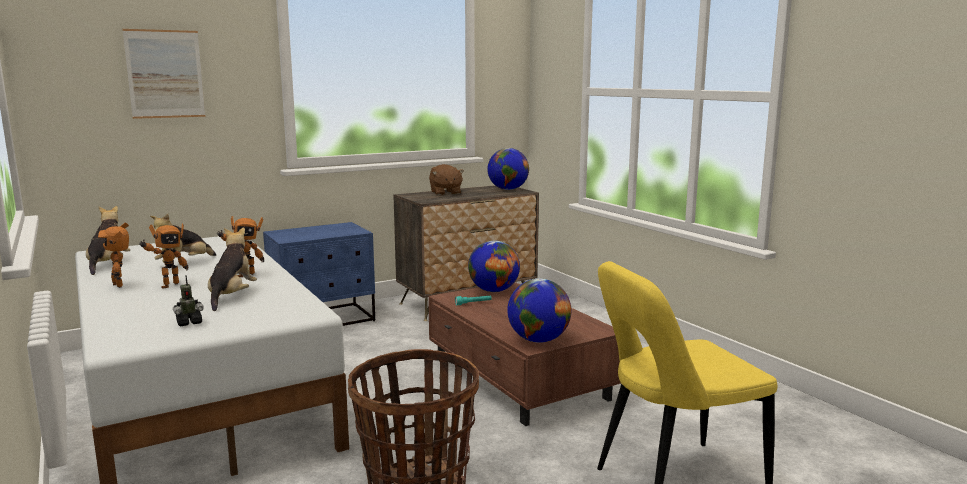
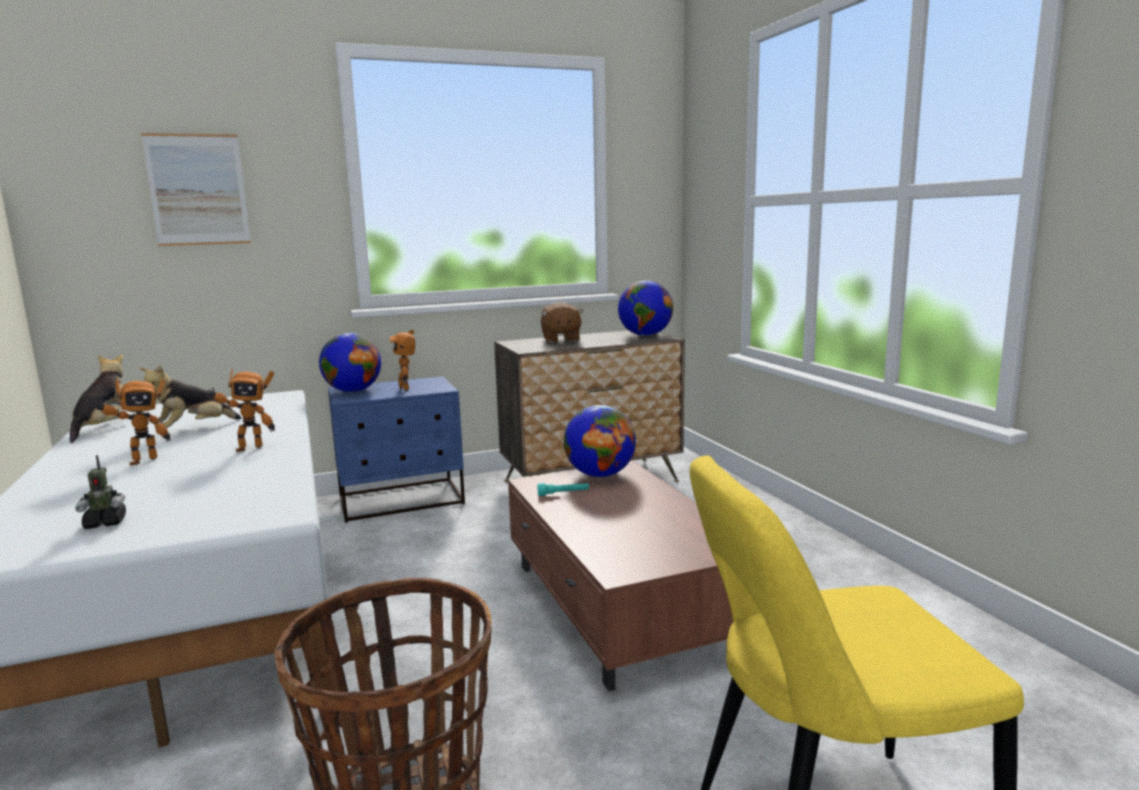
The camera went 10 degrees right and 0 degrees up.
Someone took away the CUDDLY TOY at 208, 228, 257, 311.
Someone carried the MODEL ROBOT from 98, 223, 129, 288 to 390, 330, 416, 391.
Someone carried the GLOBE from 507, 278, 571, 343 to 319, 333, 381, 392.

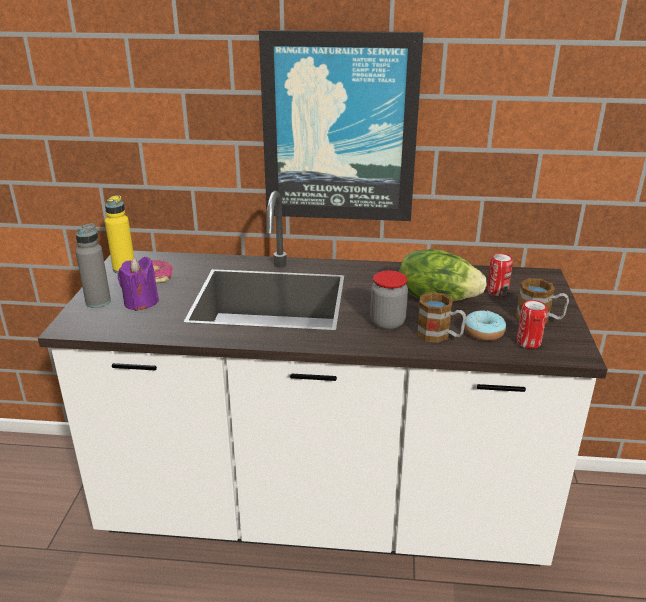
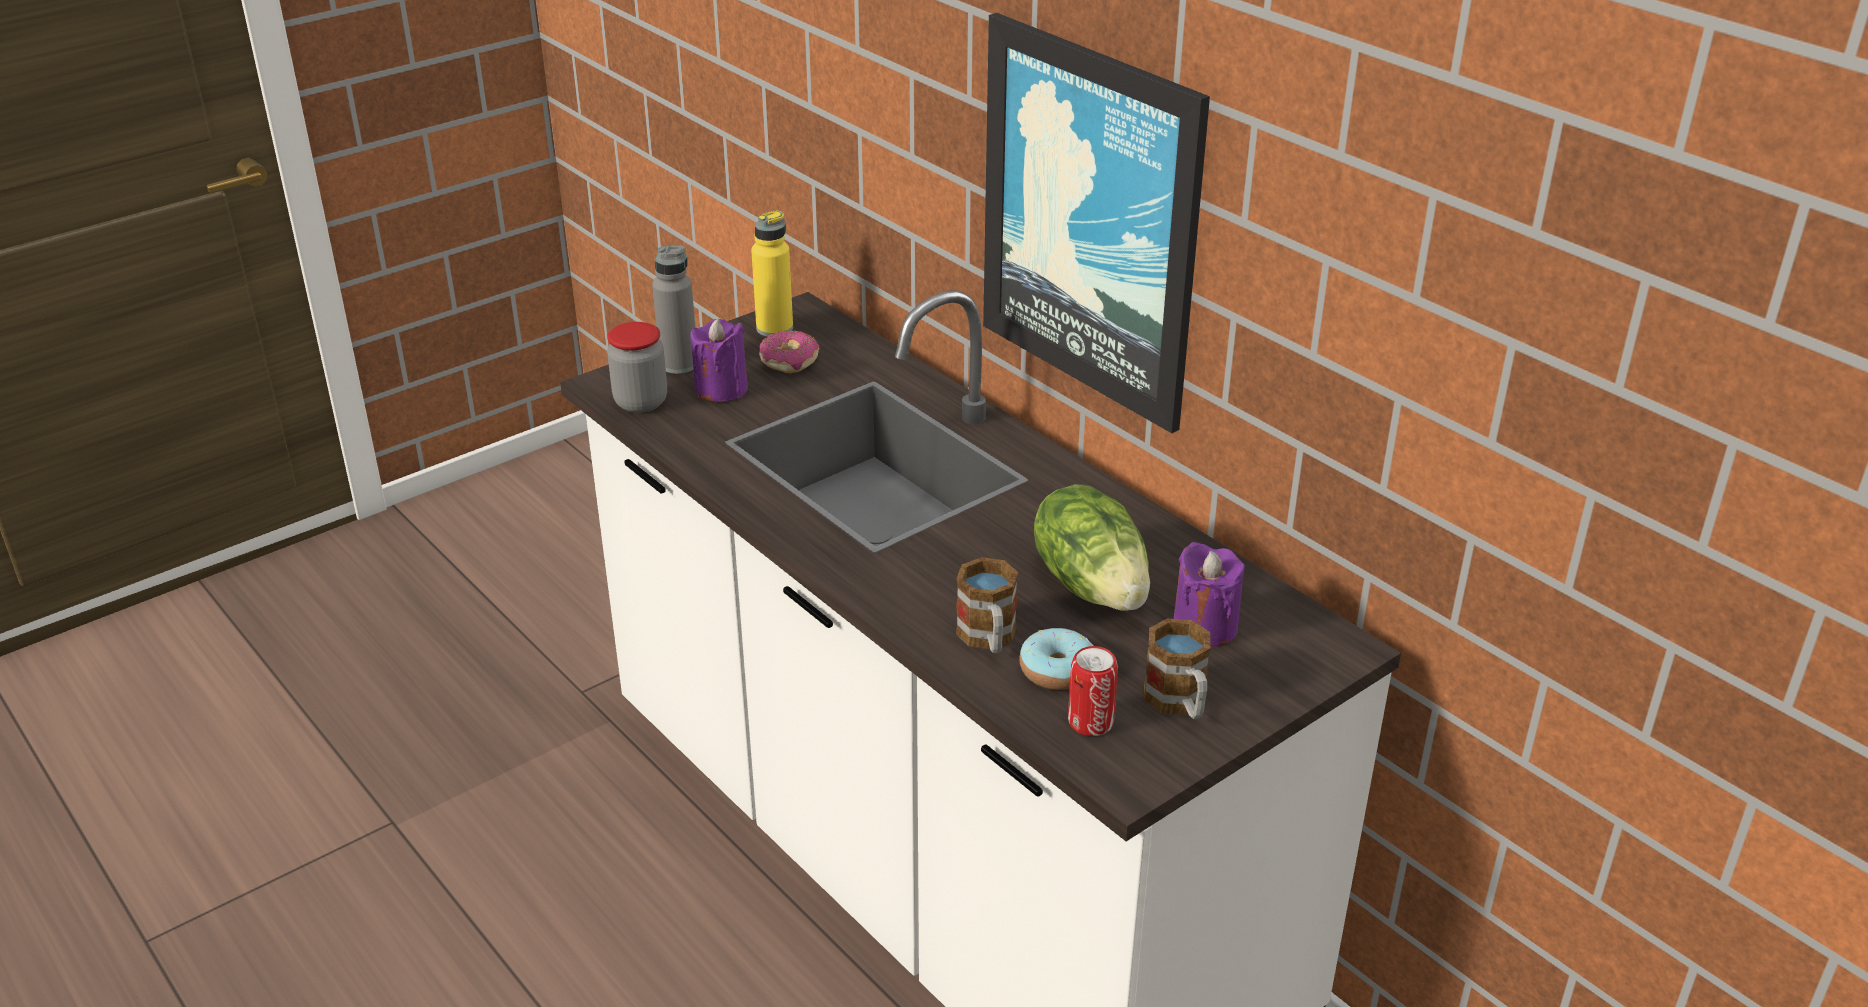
The camera went 45 degrees right and 5 degrees up.
Someone carried the STORAGE JAR from 370, 270, 408, 330 to 607, 322, 667, 413.
Someone swapped the SEALED CAN at 487, 253, 513, 296 for the PURPLE-COLOURED WAX CANDLE at 1174, 542, 1245, 647.

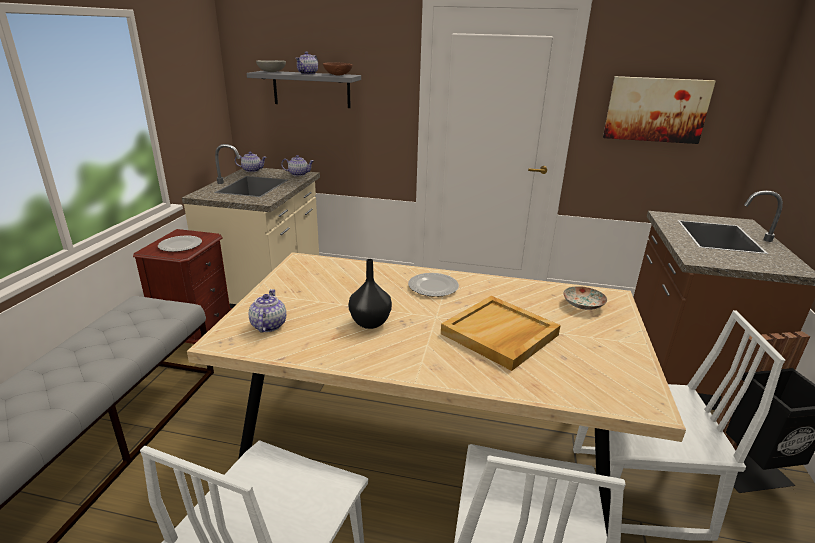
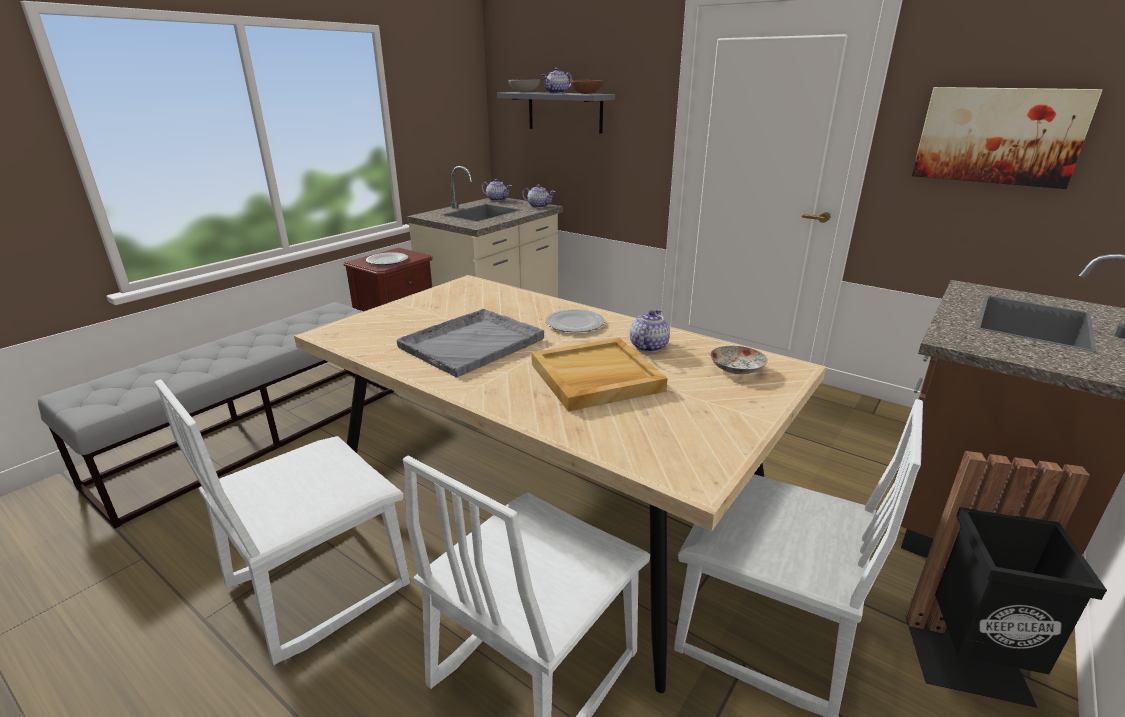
The camera went 25 degrees right and 0 degrees up.
Someone carried the POT FOR TEA from 248, 289, 286, 333 to 630, 309, 670, 352.
Someone swapped the BLACK-COLOURED FLOWER VASE at 349, 259, 392, 329 for the GRAY CARRYING TRAY at 397, 309, 544, 377.

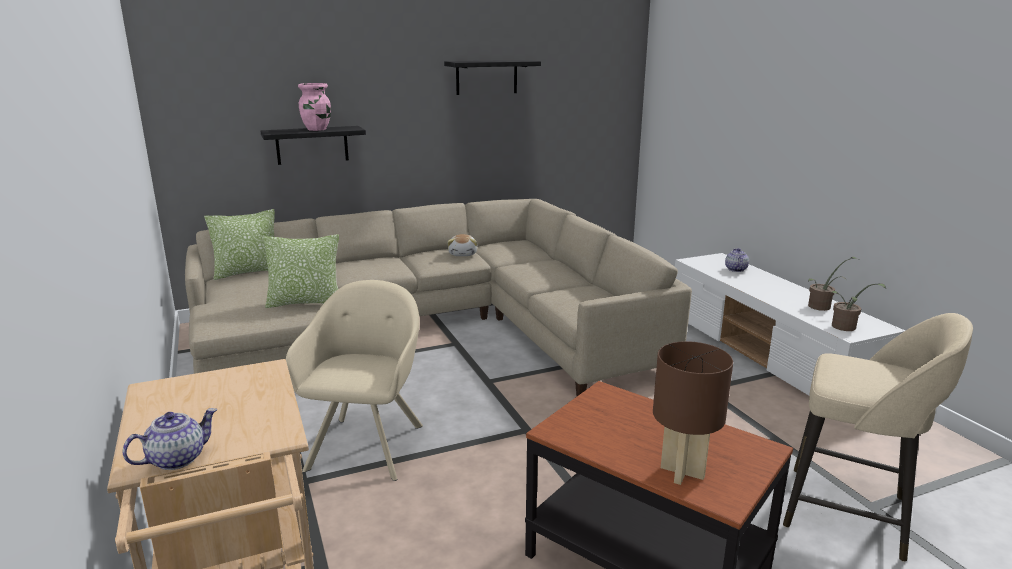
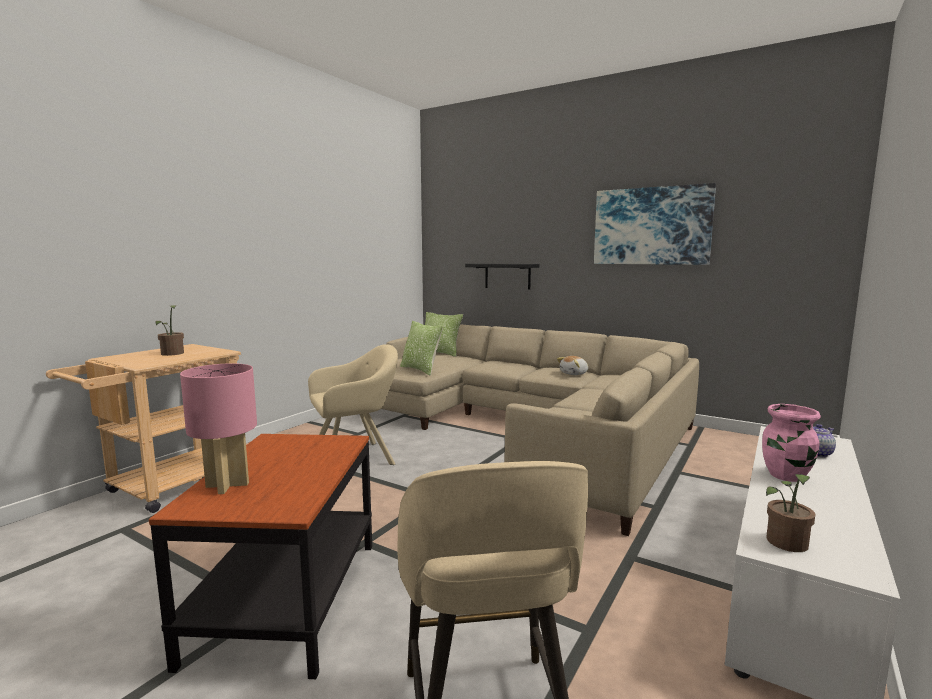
The camera went 55 degrees right and 10 degrees down.
Someone took away the POT FOR TEA at 123, 408, 217, 470.
Someone carried the PINK-COLOURED FLOWER VASE from 298, 83, 331, 131 to 762, 404, 821, 482.
Someone carried the HOUSEPLANT from 808, 257, 858, 311 to 156, 305, 184, 356.
Someone swapped the BLACK-COLOURED BRACKET SHELF at 444, 60, 541, 95 for the WALL ART at 594, 183, 716, 265.
Someone repainted the BROWN TABLETOP LAMP at 653, 341, 733, 485, which became the PINK-COLOURED TABLETOP LAMP at 180, 363, 257, 494.

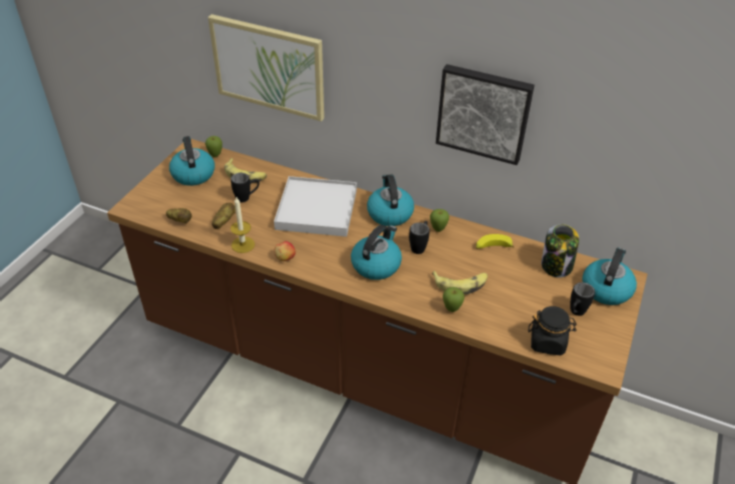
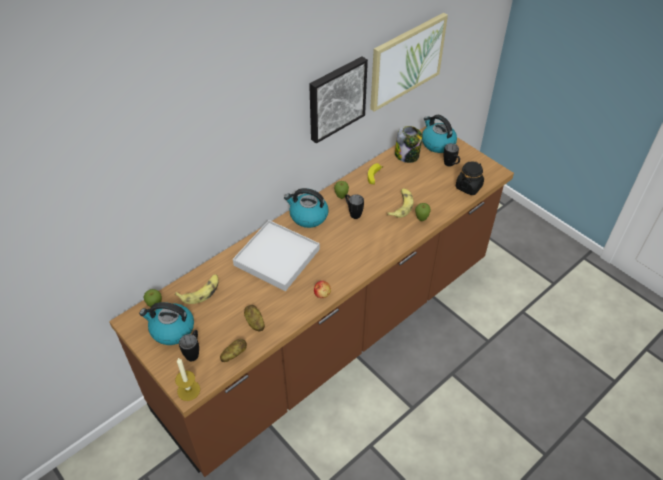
The camera went 65 degrees left and 5 degrees up.
Someone took away the KETTLE at 351, 225, 402, 280.
Someone carried the WALL ART from 208, 14, 324, 121 to 370, 13, 448, 112.
Someone carried the WAX CANDLE from 230, 197, 255, 253 to 175, 358, 200, 401.
Someone carried the BLACK-COLOURED TEA MUG from 231, 173, 259, 203 to 179, 330, 199, 361.

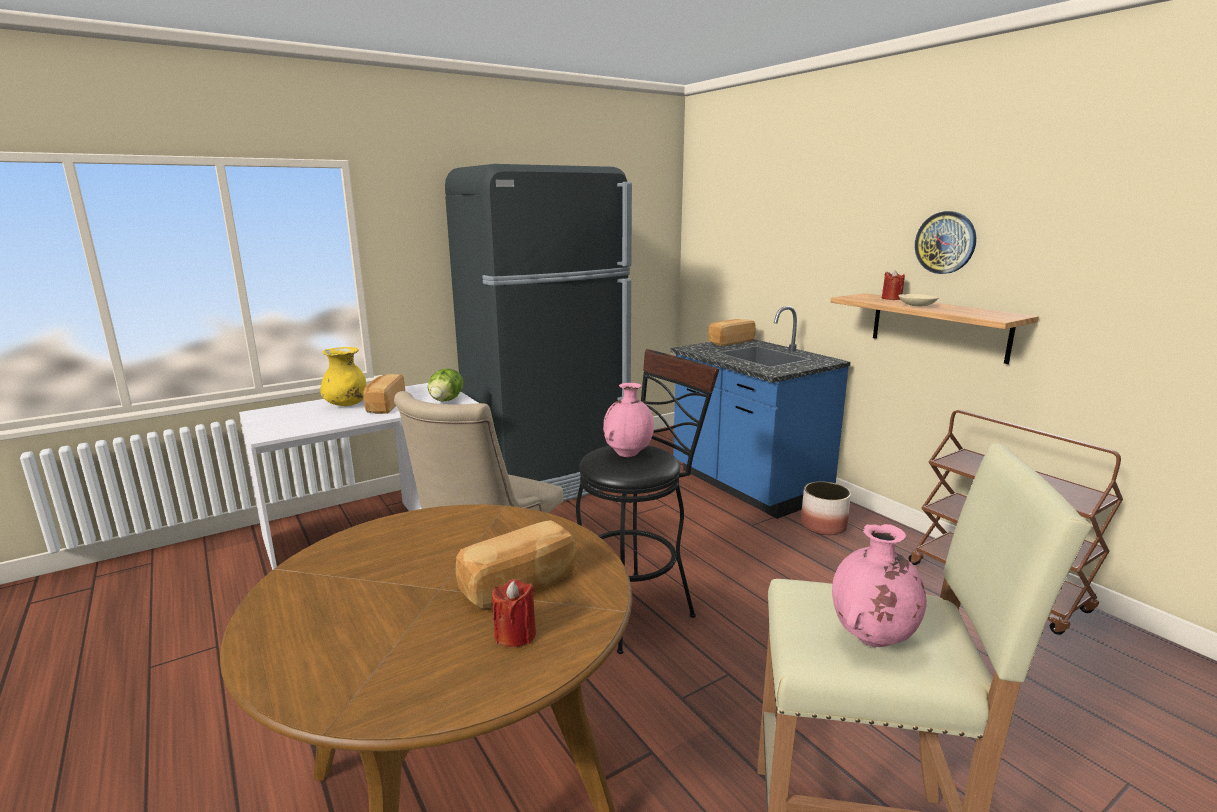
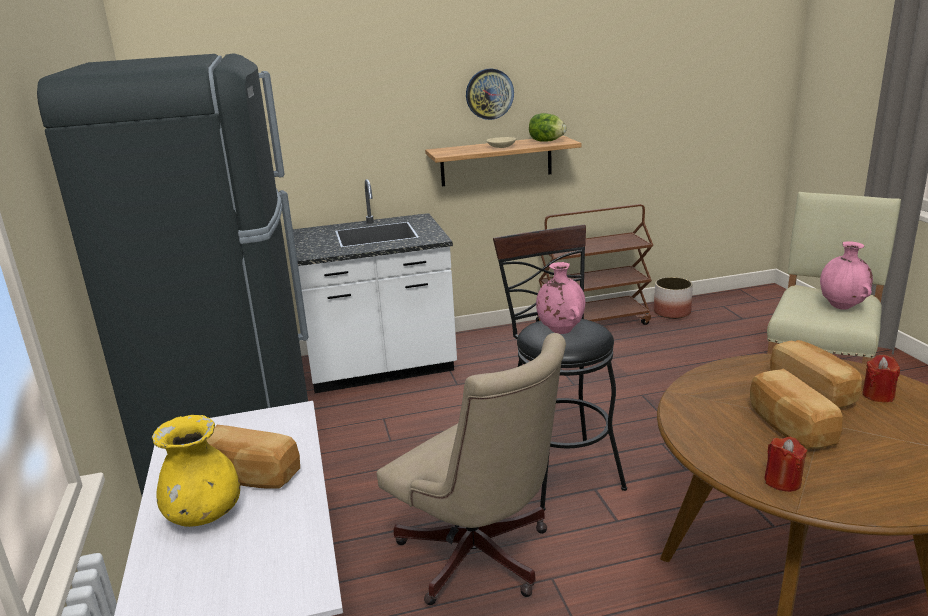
The camera went 70 degrees left and 5 degrees up.
Someone carried the HEAD OF LETTUCE from 428, 369, 464, 402 to 529, 113, 567, 142.
Someone carried the BAKERY BREAD from 708, 319, 756, 346 to 750, 369, 843, 449.
Someone carried the PLANT POT from 801, 482, 851, 535 to 654, 277, 693, 319.
Someone carried the RED WAX CANDLE from 882, 270, 905, 300 to 764, 437, 807, 492.
Someone repainted the BLUISH KITCHEN BASE UNIT at 670, 306, 851, 519, which became the WHITISH KITCHEN BASE UNIT at 293, 179, 457, 393.

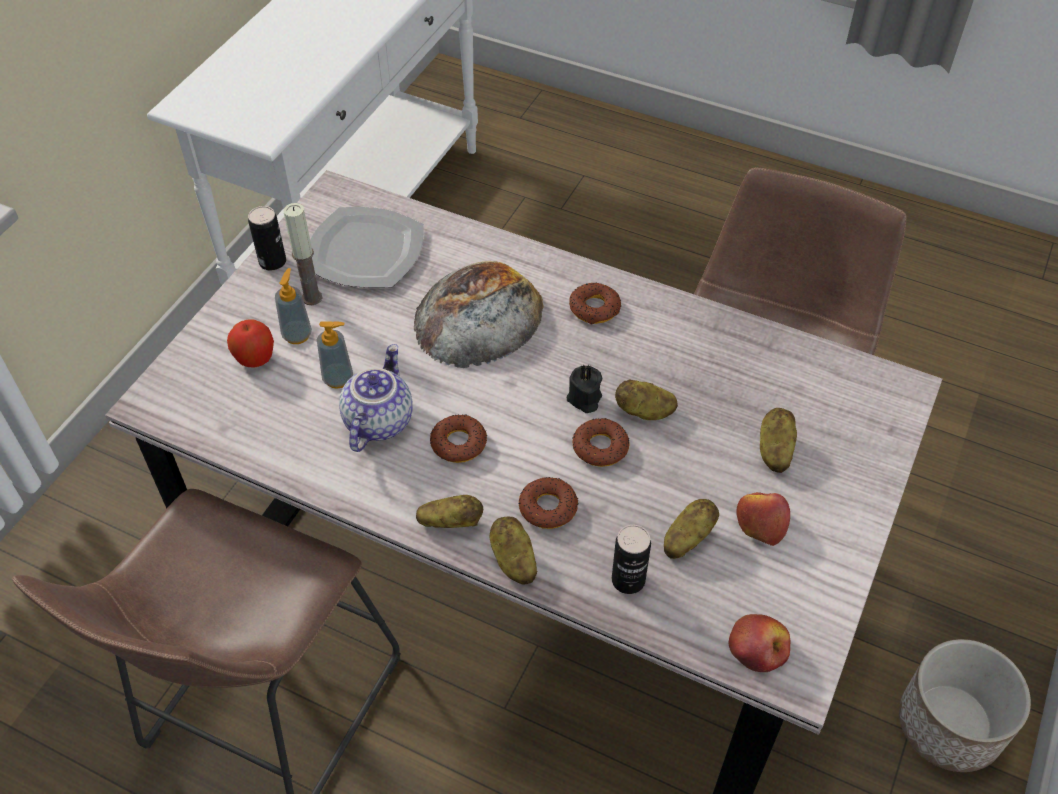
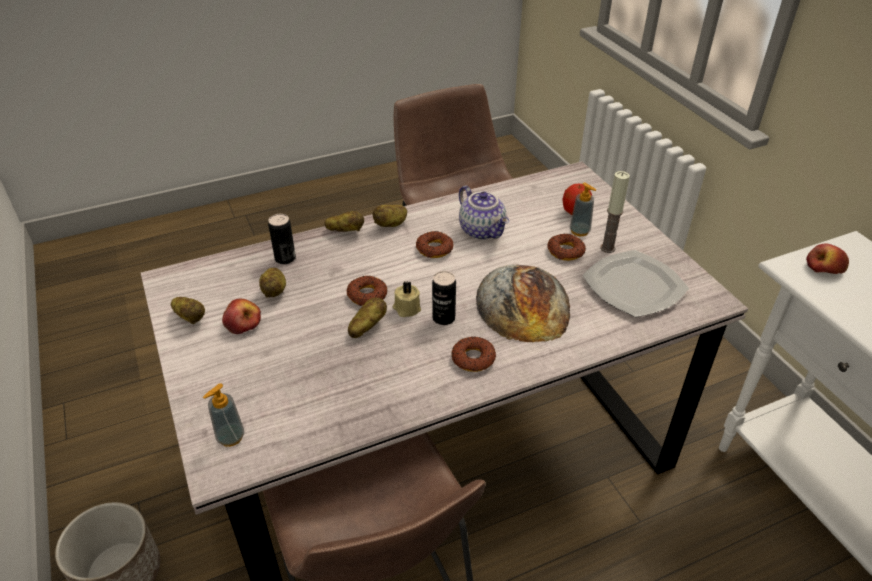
The camera went 130 degrees right and 10 degrees down.
Someone carried the SEALED CAN from 248, 206, 286, 270 to 432, 271, 456, 325.
Someone carried the SOAP BOTTLE from 317, 321, 353, 389 to 203, 383, 244, 447.
Someone carried the DOUGHNUT from 519, 477, 578, 529 to 548, 233, 586, 261.
Someone carried the APPLE from 728, 614, 790, 672 to 806, 243, 849, 274.
Someone carried the POTATO from 760, 408, 797, 473 to 171, 297, 205, 324.
Someone repainted the BLACK-COLOURED WAX CANDLE at 567, 364, 602, 413, which became the BEIGE WAX CANDLE at 393, 281, 421, 317.

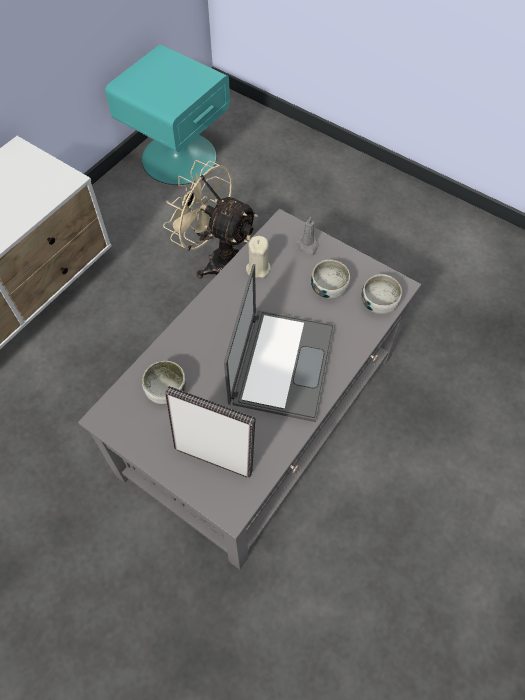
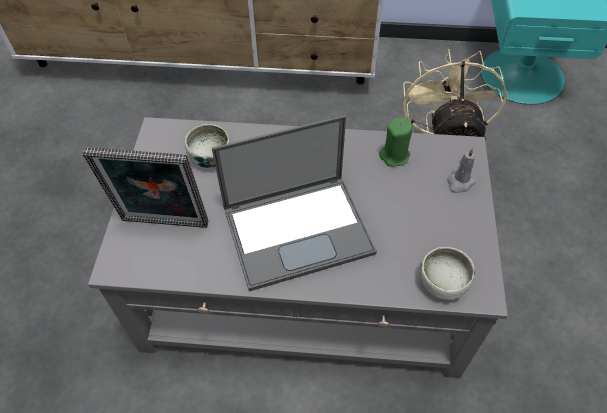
The camera went 60 degrees right and 5 degrees down.
Someone took away the SERVING BOWL at 311, 259, 350, 299.
Someone repainted the BEIGE WAX CANDLE at 246, 236, 271, 278, which became the GREEN WAX CANDLE at 379, 117, 413, 167.
Someone rotated the PHOTO FRAME at 165, 386, 255, 478 by 105 degrees clockwise.

